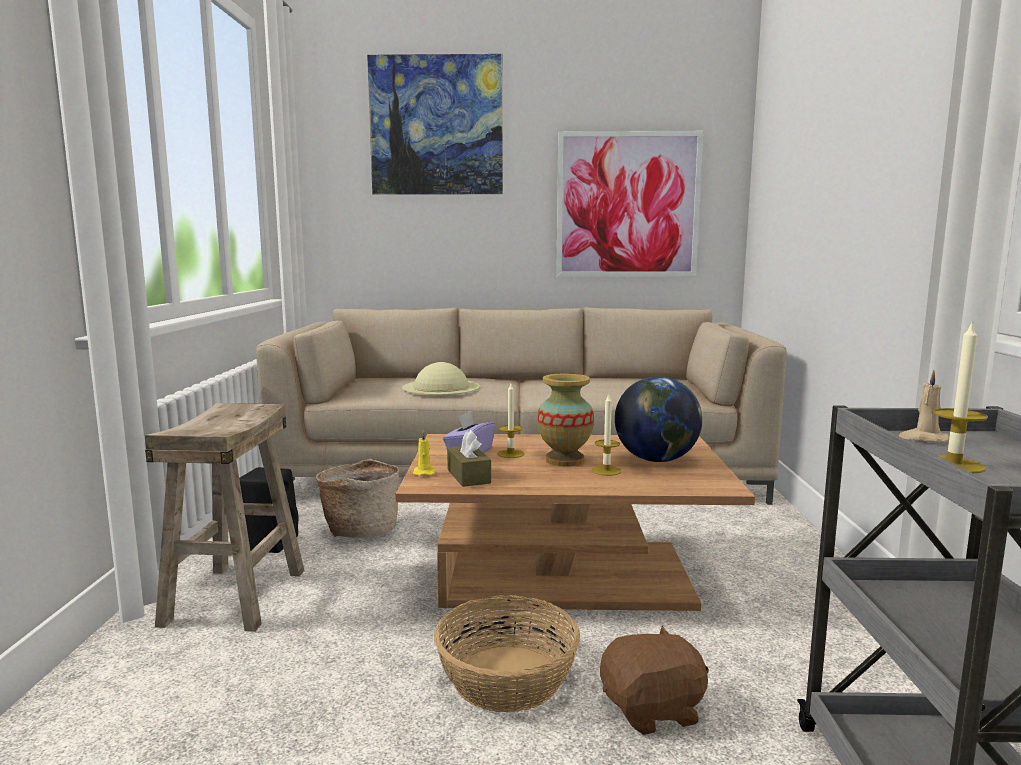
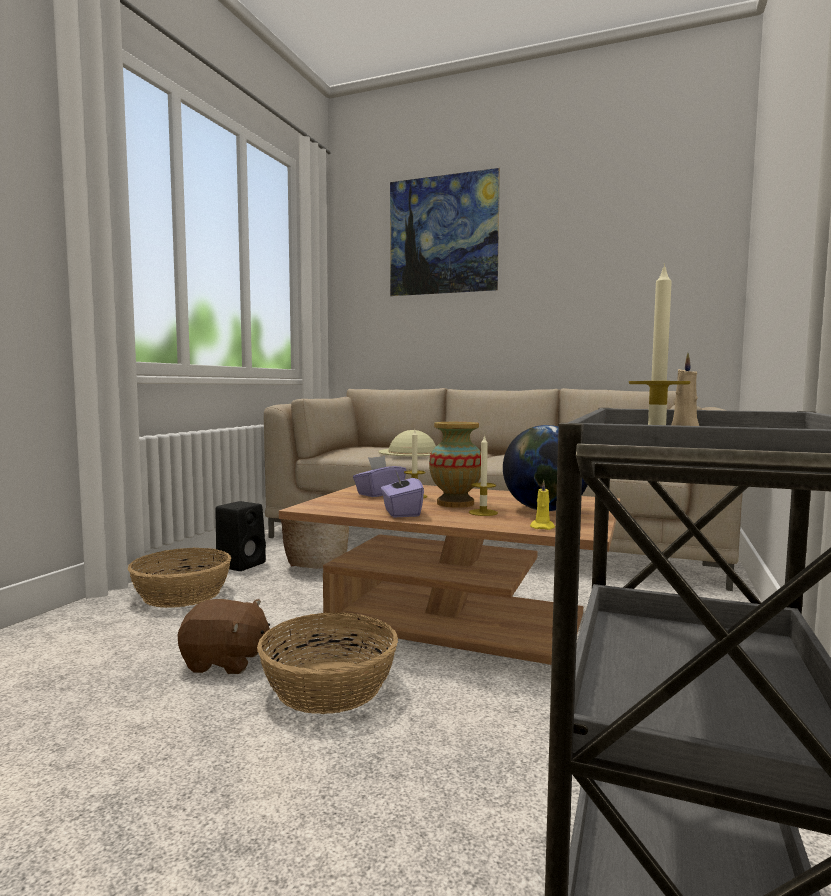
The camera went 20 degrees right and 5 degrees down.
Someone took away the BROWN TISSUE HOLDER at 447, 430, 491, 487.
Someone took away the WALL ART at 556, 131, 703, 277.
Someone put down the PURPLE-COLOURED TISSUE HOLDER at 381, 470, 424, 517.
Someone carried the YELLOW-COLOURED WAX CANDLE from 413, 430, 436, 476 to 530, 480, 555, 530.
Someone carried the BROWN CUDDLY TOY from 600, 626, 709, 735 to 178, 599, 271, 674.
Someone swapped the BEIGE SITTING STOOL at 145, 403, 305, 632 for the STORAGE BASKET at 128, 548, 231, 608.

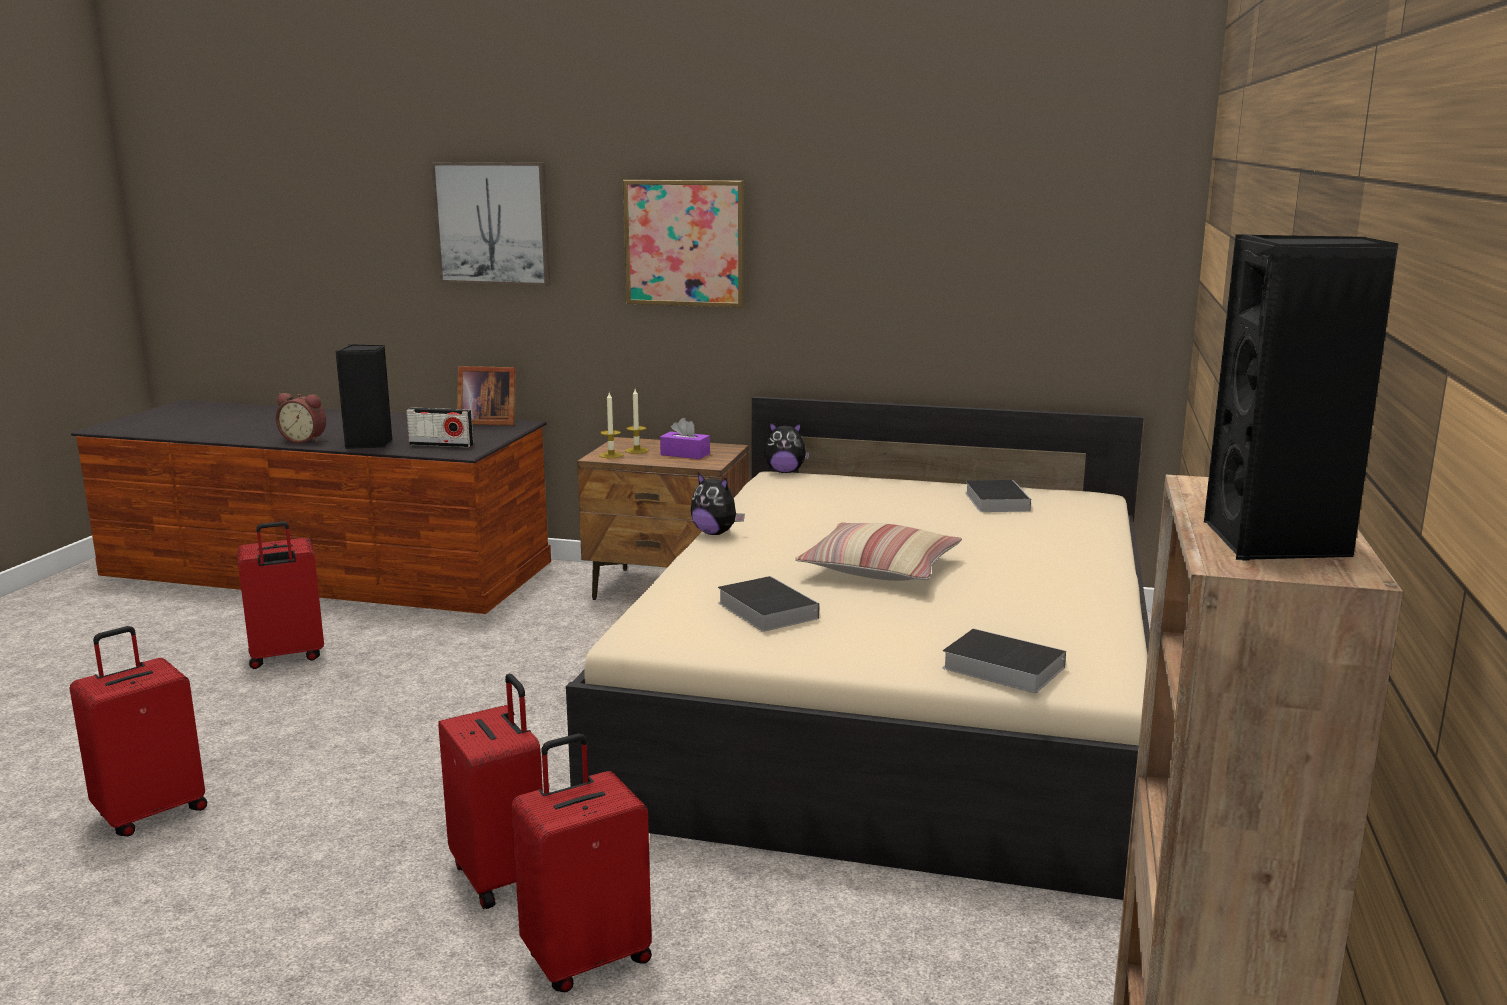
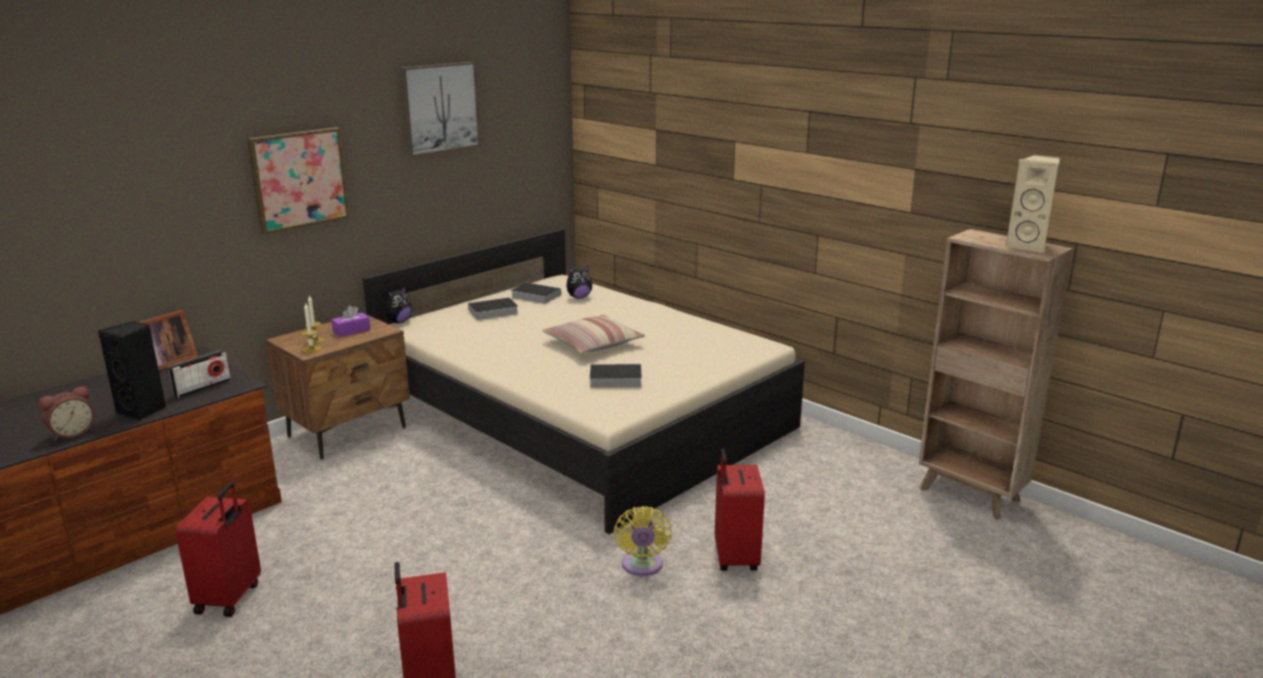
The camera went 60 degrees left and 5 degrees up.
Someone carried the WALL ART from 431, 162, 550, 286 to 400, 62, 481, 157.
Someone carried the CUDDLY TOY from 691, 473, 745, 535 to 566, 265, 592, 299.
Someone carried the BOUND BOOK from 942, 628, 1066, 693 to 462, 297, 518, 320.
Someone swapped the RED SUITCASE at 438, 674, 543, 909 for the YELLOW-COLOURED COOLING FAN at 614, 506, 672, 576.
Someone repainted the BLACK-COLOURED LOUDSPEAKER at 1204, 234, 1398, 561, which became the BEIGE LOUDSPEAKER at 1005, 155, 1060, 253.

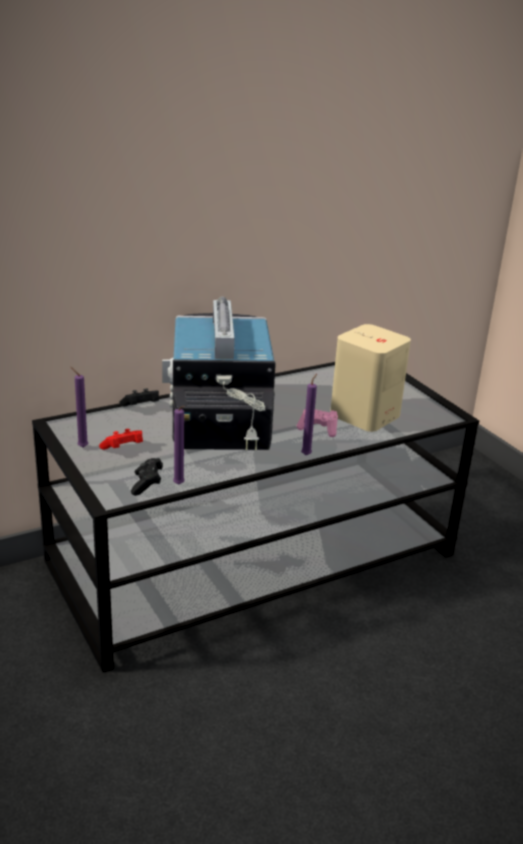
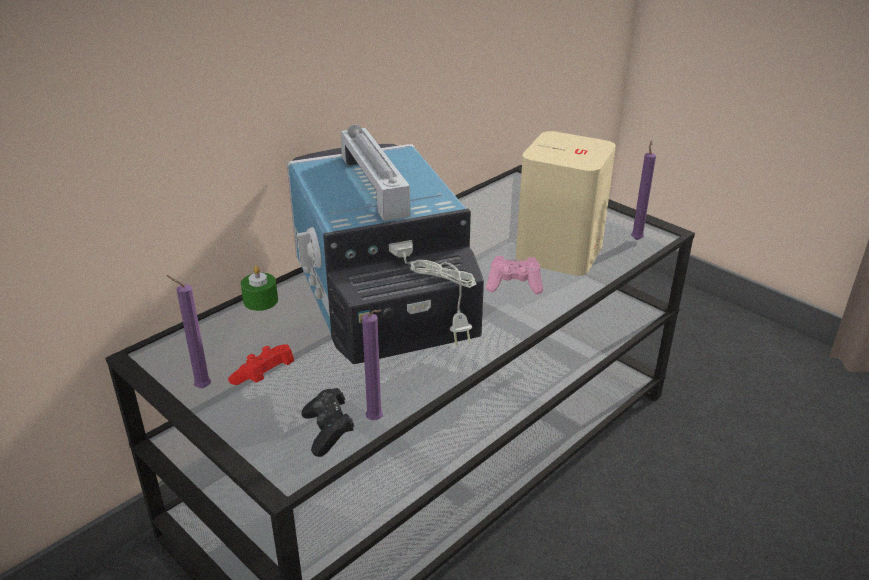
The camera went 15 degrees left and 5 degrees up.
Someone carried the PURPLE-COLOURED WAX CANDLE from 301, 374, 317, 456 to 631, 140, 656, 240.
Someone swapped the BLACK-COLOURED JOYPAD at 119, 388, 159, 407 for the GREEN WAX CANDLE at 241, 266, 278, 311.

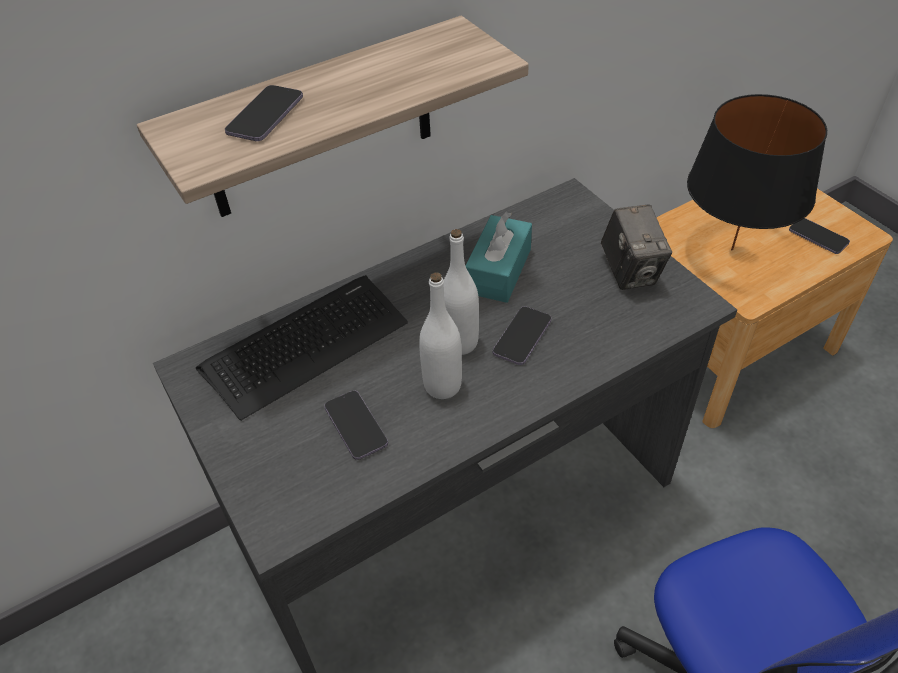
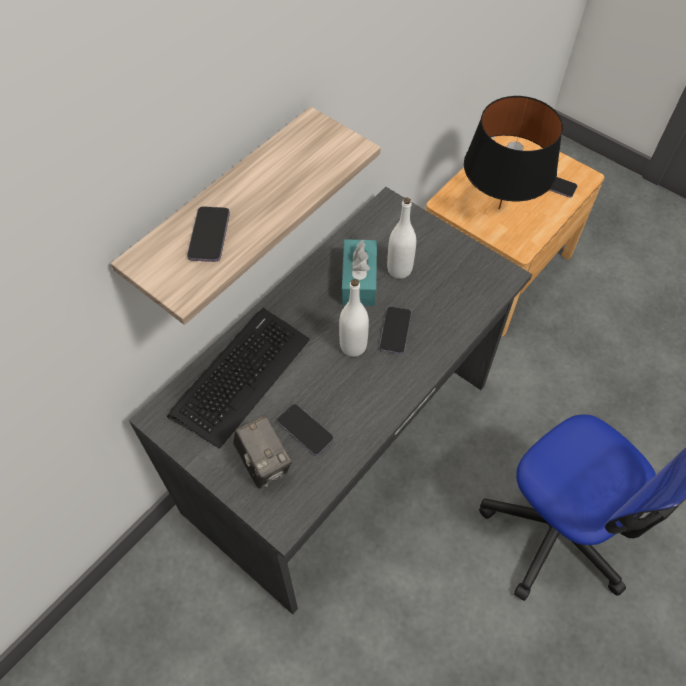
The camera went 20 degrees left and 10 degrees up.
Someone carried the WHITISH BEVERAGE BOTTLE from 419, 272, 462, 399 to 387, 198, 416, 279.
Someone carried the PHOTO CAMERA from 601, 204, 672, 290 to 233, 415, 292, 489.

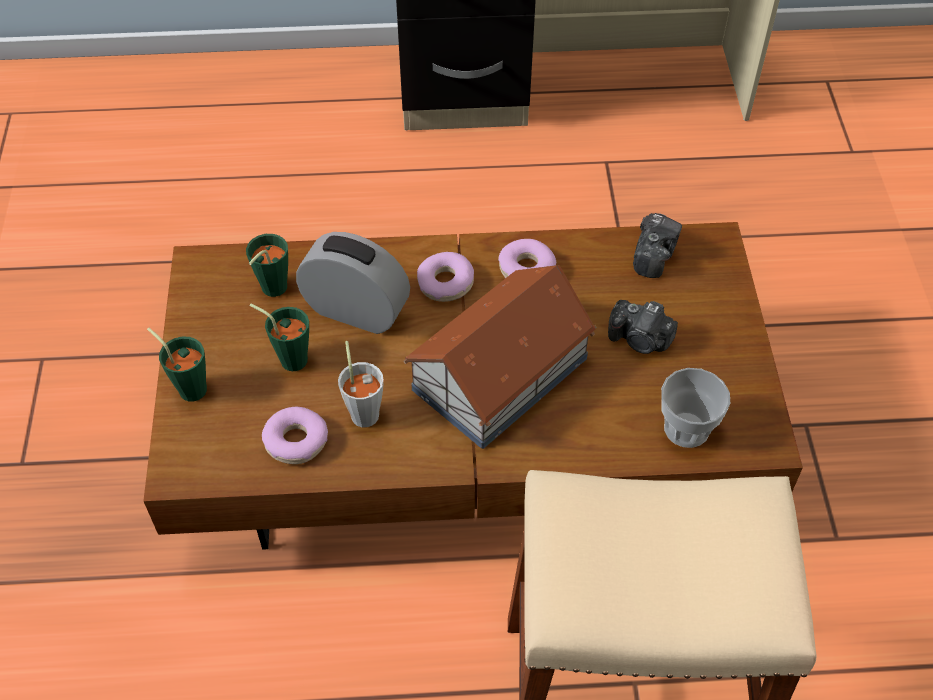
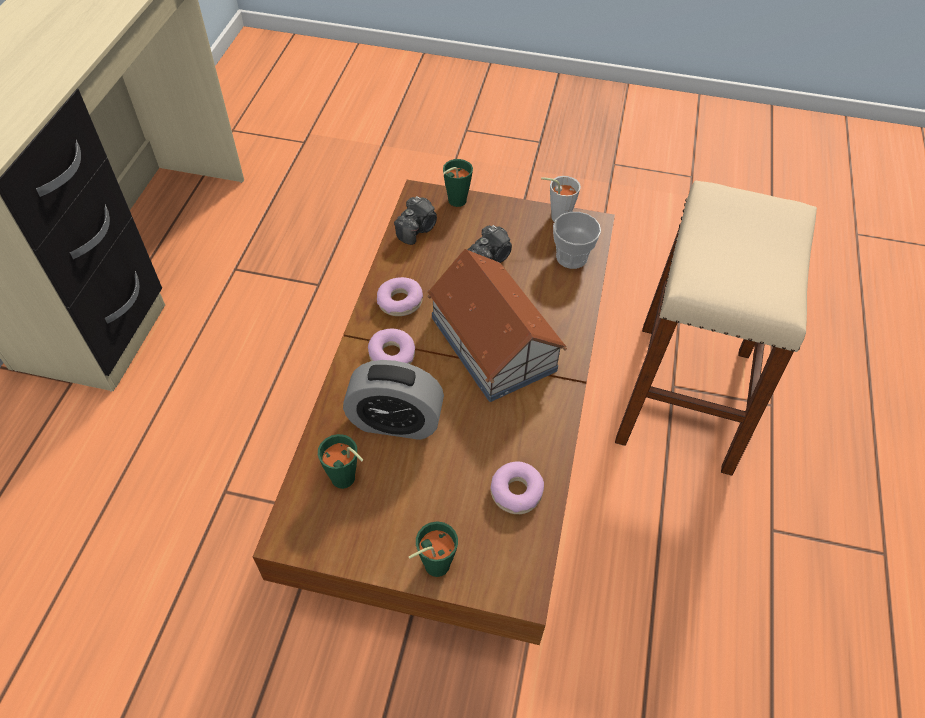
The camera went 75 degrees left and 0 degrees up.
Someone carried the GREEN DRINKING CUP from 250, 304, 309, 371 to 443, 159, 473, 207.
Someone carried the GRAY DRINKING CUP from 338, 341, 384, 428 to 541, 176, 581, 222.
Someone rotated the BEDSIDE CLOCK at 296, 232, 410, 334 by 120 degrees counterclockwise.
Someone rotated the PHOTO CAMERA at 633, 213, 682, 278 by 90 degrees clockwise.

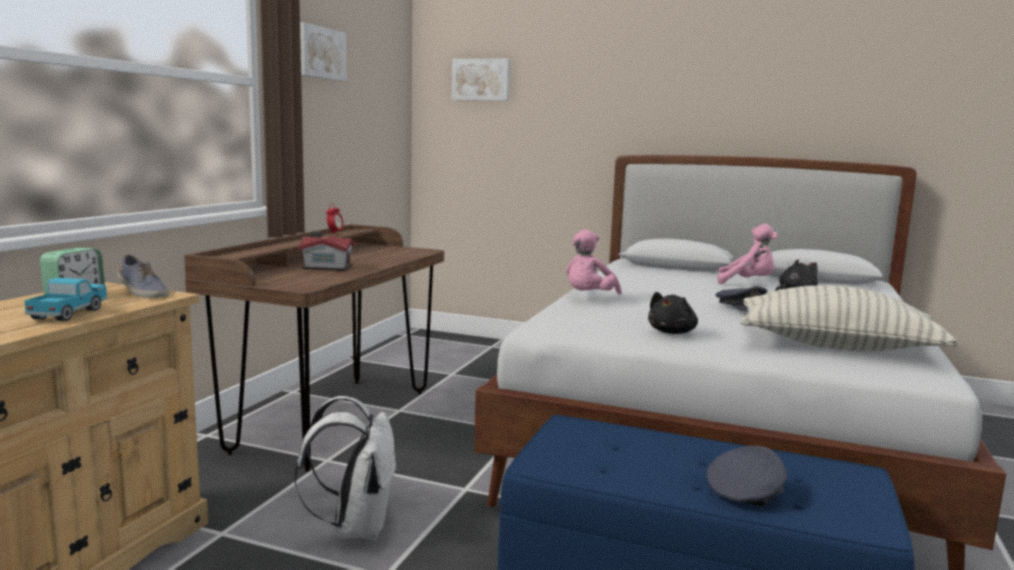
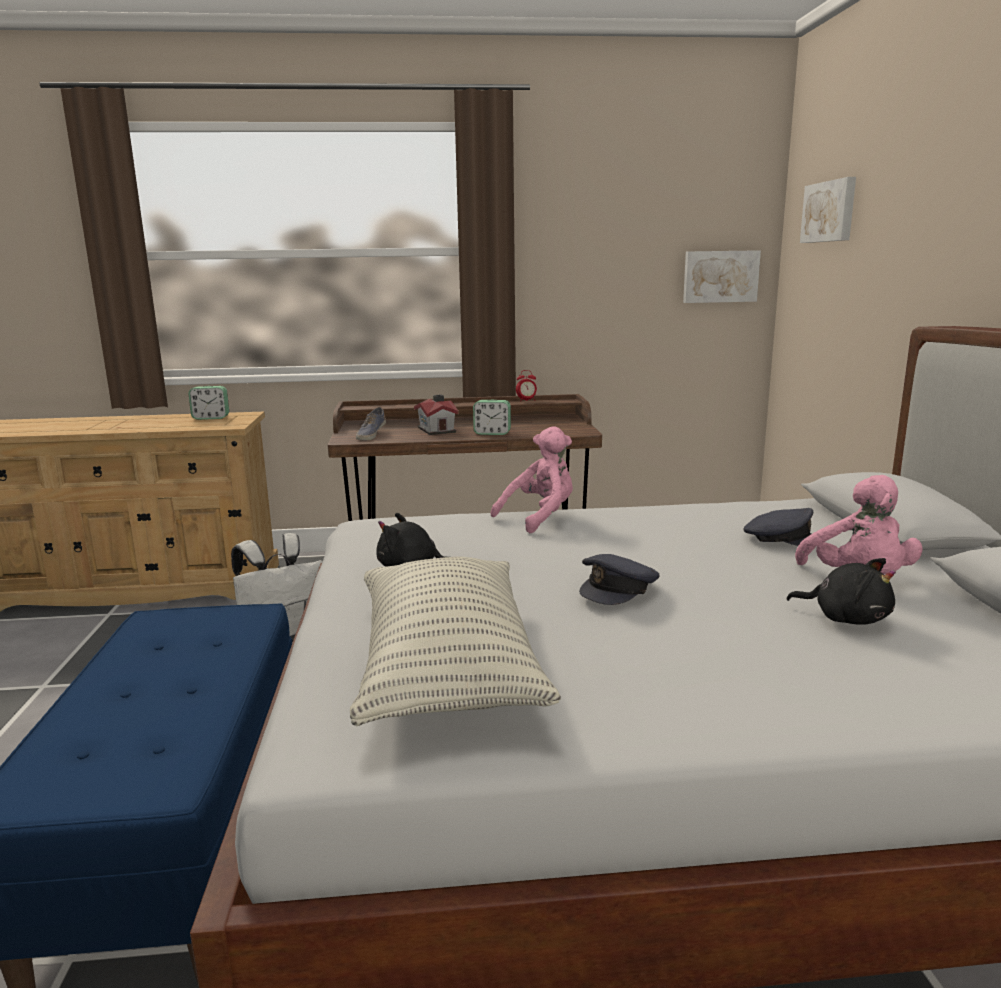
The camera went 65 degrees right and 5 degrees up.
Someone took away the TOY TRUCK at 25, 278, 108, 321.
Someone put down the BEDSIDE CLOCK at 473, 400, 511, 435.
Someone carried the ITEM OF FOOTWEAR from 117, 254, 169, 298 to 356, 407, 386, 440.
Someone carried the WALL ART from 300, 22, 346, 81 to 683, 250, 761, 303.
Someone carried the GRAY BASEBALL CAP from 706, 446, 787, 506 to 743, 508, 813, 546.
Someone rotated the PINK-COLOURED CUDDLY TOY at 566, 230, 622, 294 by 135 degrees clockwise.

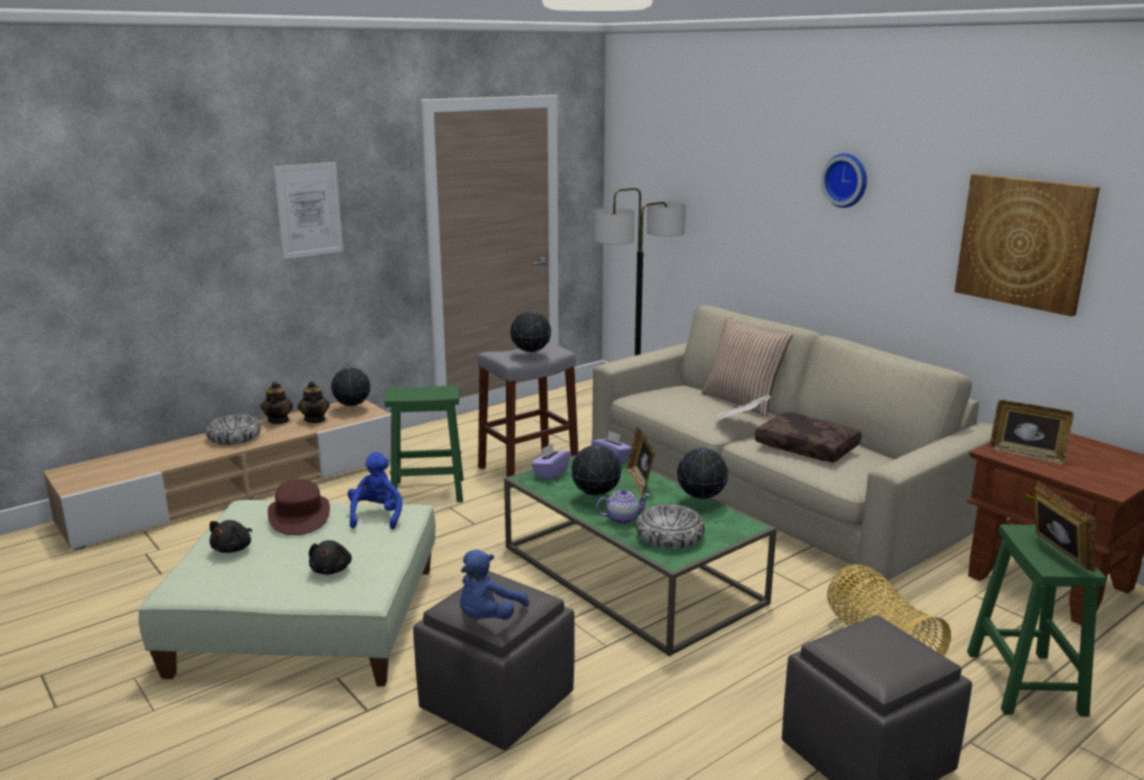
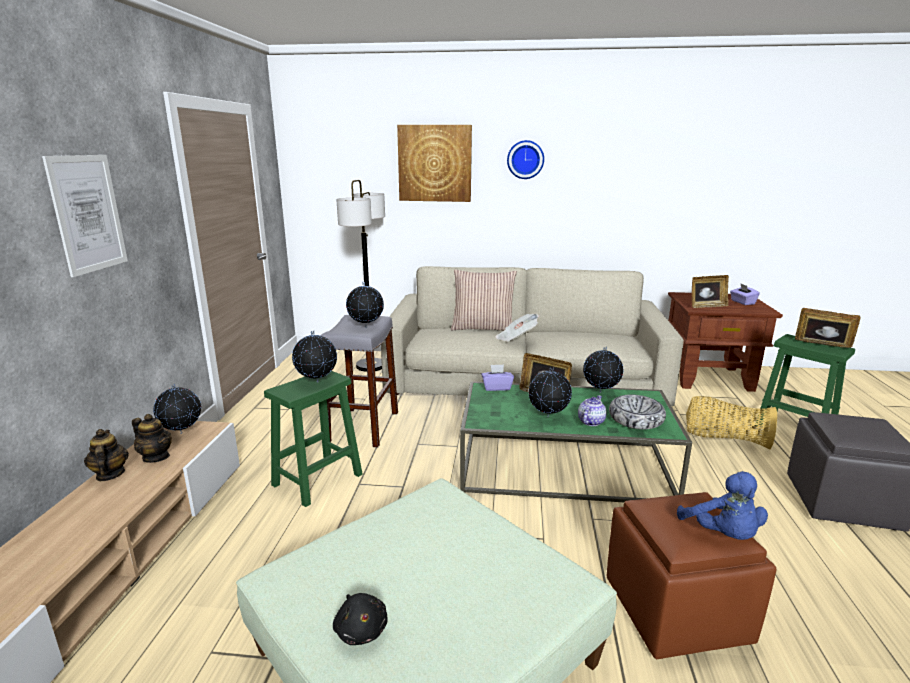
The camera went 45 degrees left and 0 degrees up.
Someone took away the SERVING BOWL at 206, 414, 261, 445.
Someone took away the BROWN WEARABLE HAT at 268, 479, 330, 535.
Someone took away the BLACK-COLOURED CUDDLY TOY at 309, 540, 352, 575.
Someone took away the BLUISH CUDDLY TOY at 348, 452, 402, 529.
Someone took away the BROWN THROW PILLOW at 755, 412, 861, 463.
Someone put down the GLOBE at 292, 330, 337, 383.
Someone carried the PURPLE-COLOURED TISSUE HOLDER from 531, 443, 570, 480 to 730, 283, 760, 305.
Someone carried the WALL ART from 954, 174, 1100, 317 to 397, 125, 472, 202.
Someone repainted the GRAY POUFFE at 413, 571, 575, 750, which became the BROWN POUFFE at 607, 492, 776, 659.
Someone rotated the POT FOR TEA at 261, 381, 293, 424 by 150 degrees counterclockwise.

